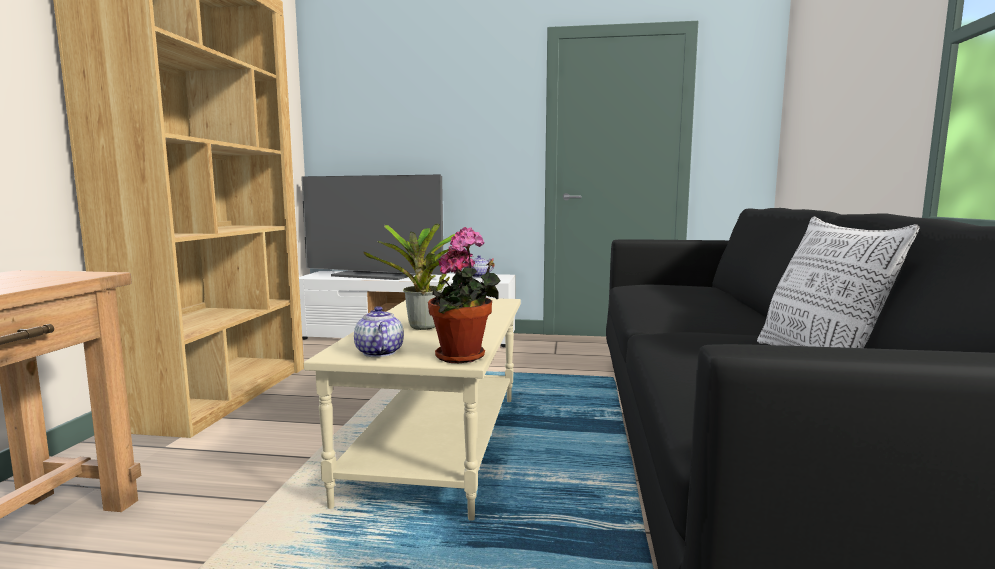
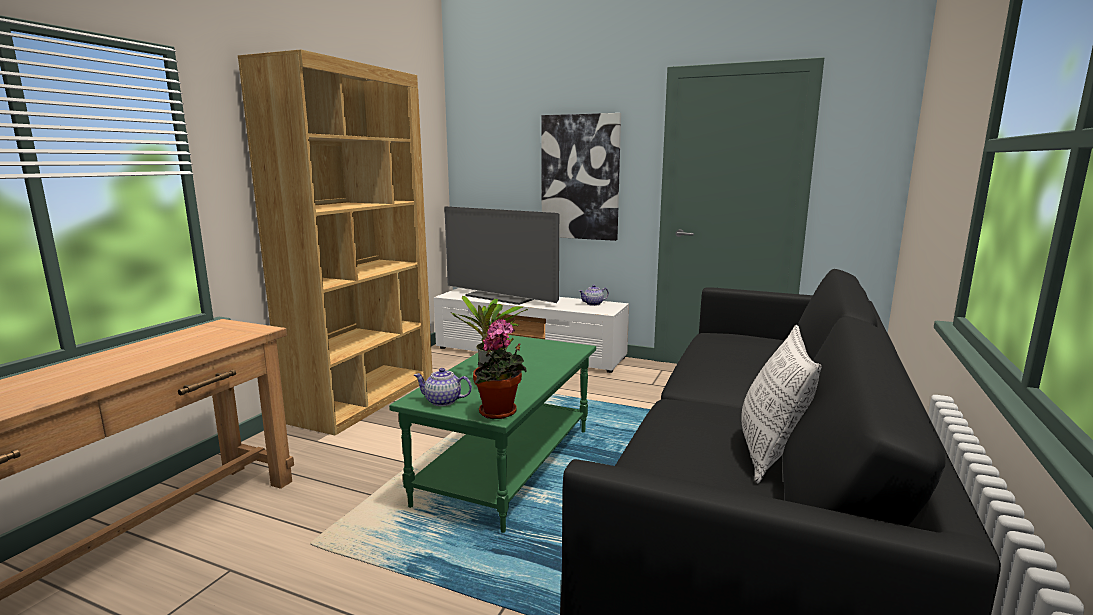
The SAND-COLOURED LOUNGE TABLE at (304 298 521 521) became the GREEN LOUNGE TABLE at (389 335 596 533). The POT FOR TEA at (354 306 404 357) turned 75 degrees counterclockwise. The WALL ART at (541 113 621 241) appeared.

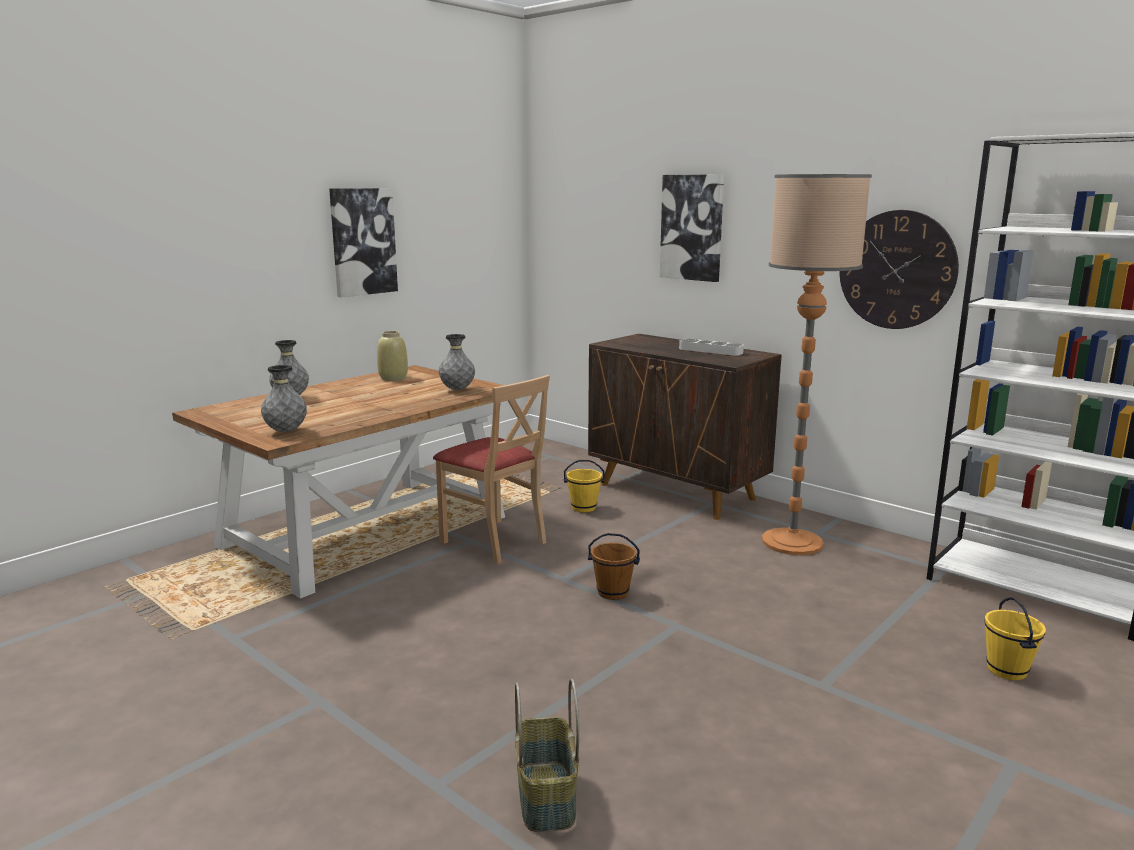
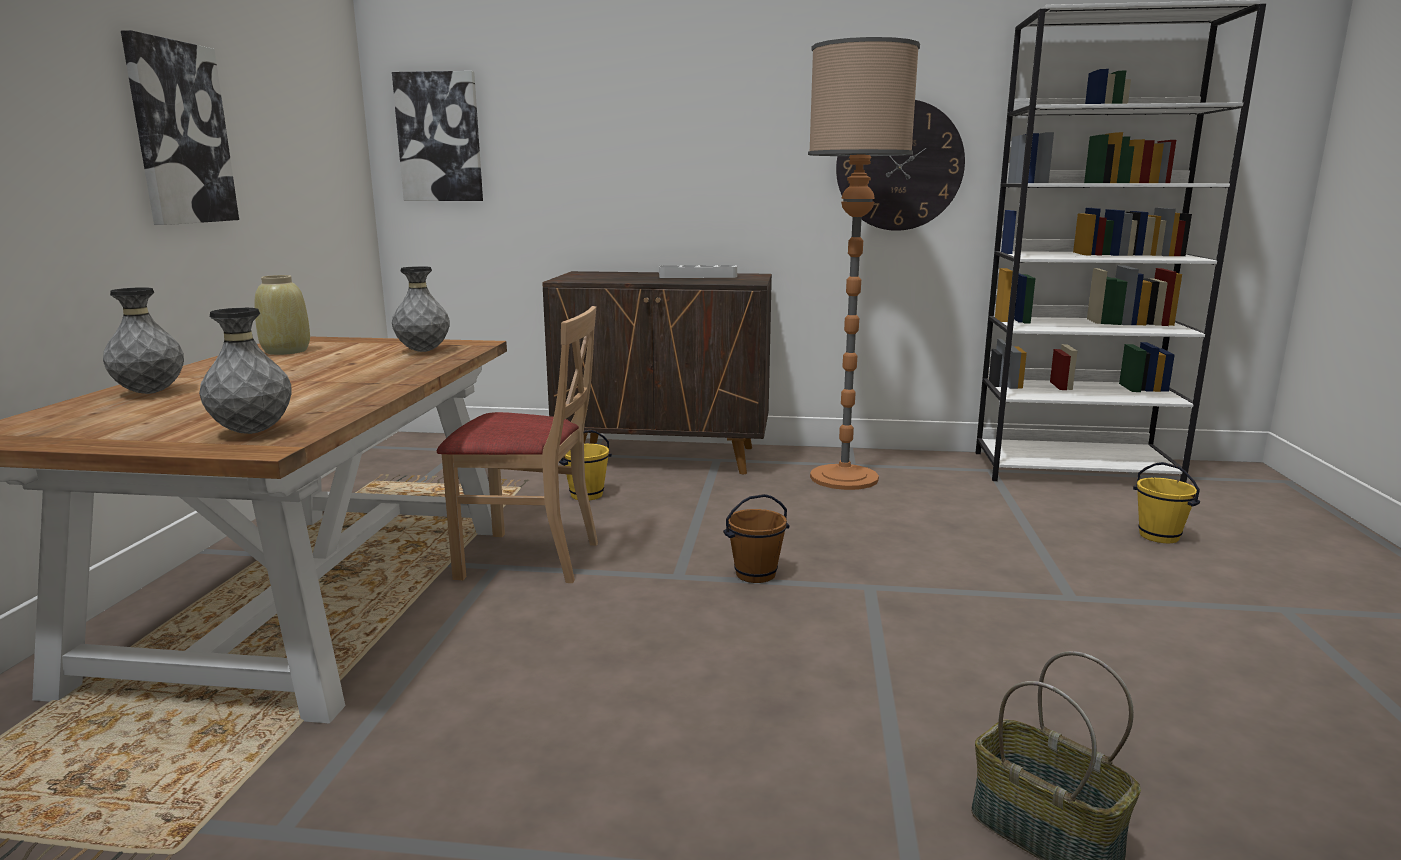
The WALL ART moved from (660 174 724 282) to (392 71 483 201).

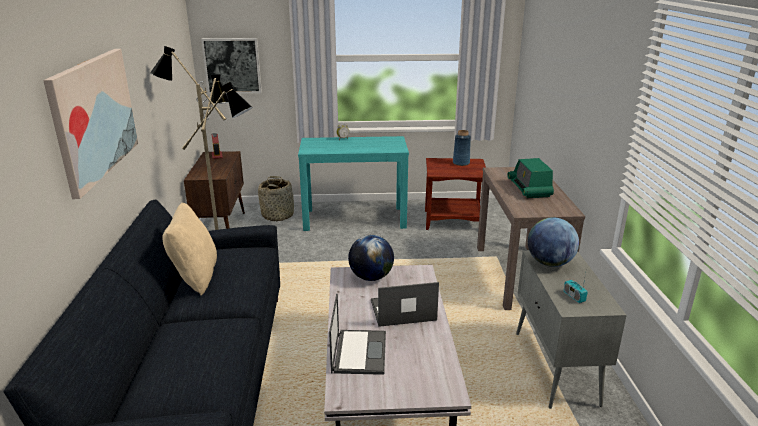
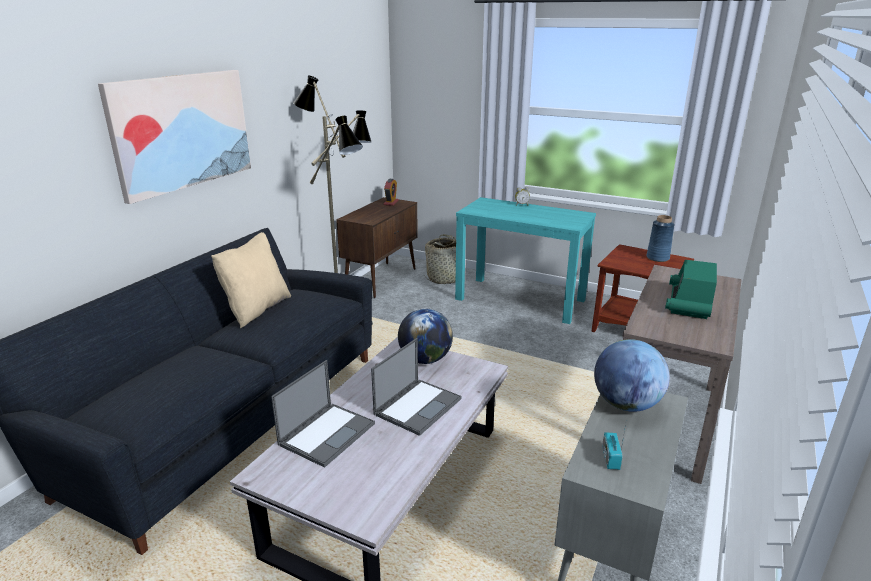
The WALL ART at (201 38 262 94) disappeared. The NOTEBOOK COMPUTER at (371 282 439 327) turned 105 degrees clockwise.

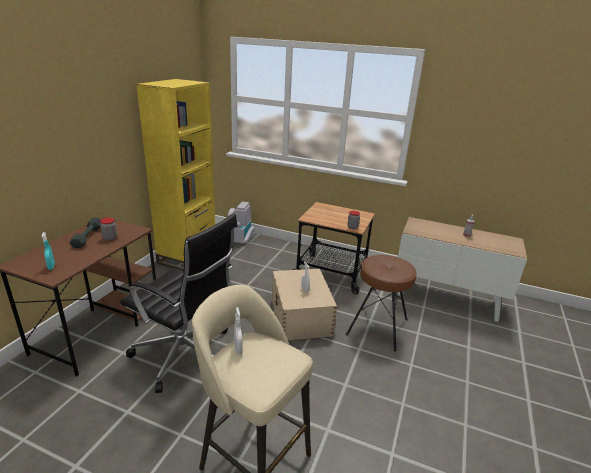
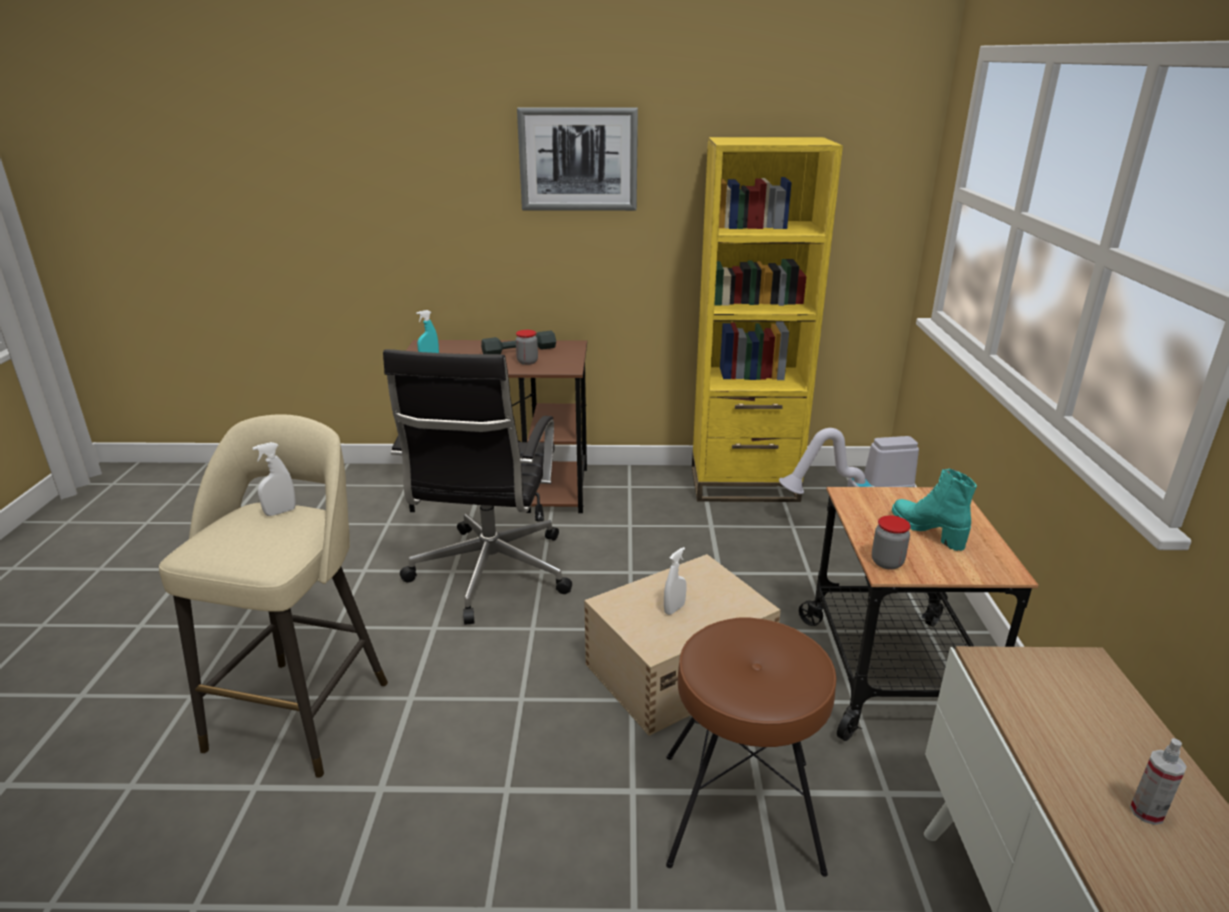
The WALL ART at (517 107 638 211) appeared. The TURQUOISE TALL BOOT at (892 469 977 551) appeared.

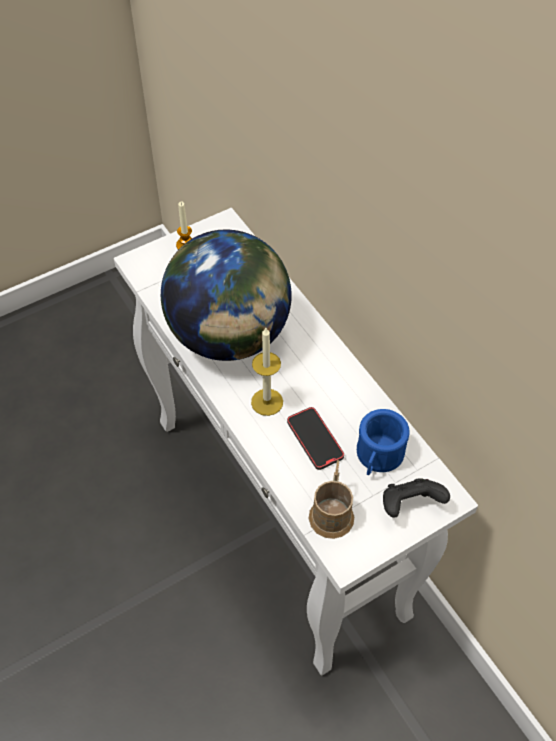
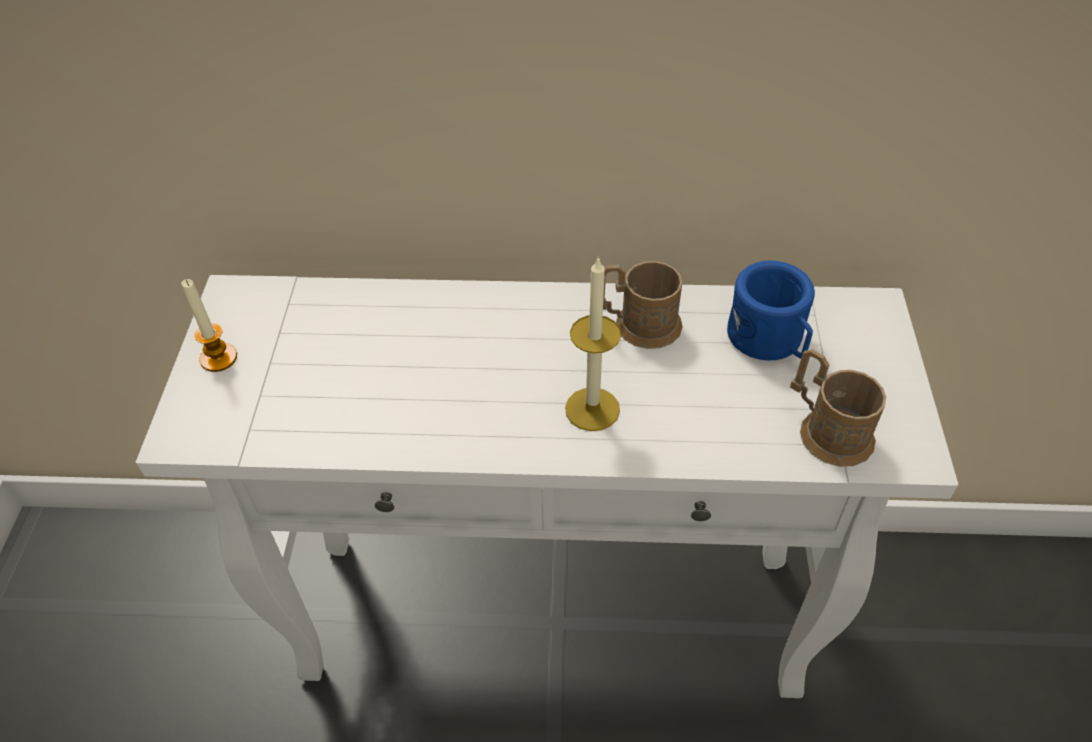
The GLOBE at (161 230 292 361) disappeared. The PHONE at (287 407 344 470) disappeared. The BLACKISH GAMEPAD at (383 478 450 517) disappeared. The BROWN-COLOURED TEA MUG at (603 261 683 349) appeared.

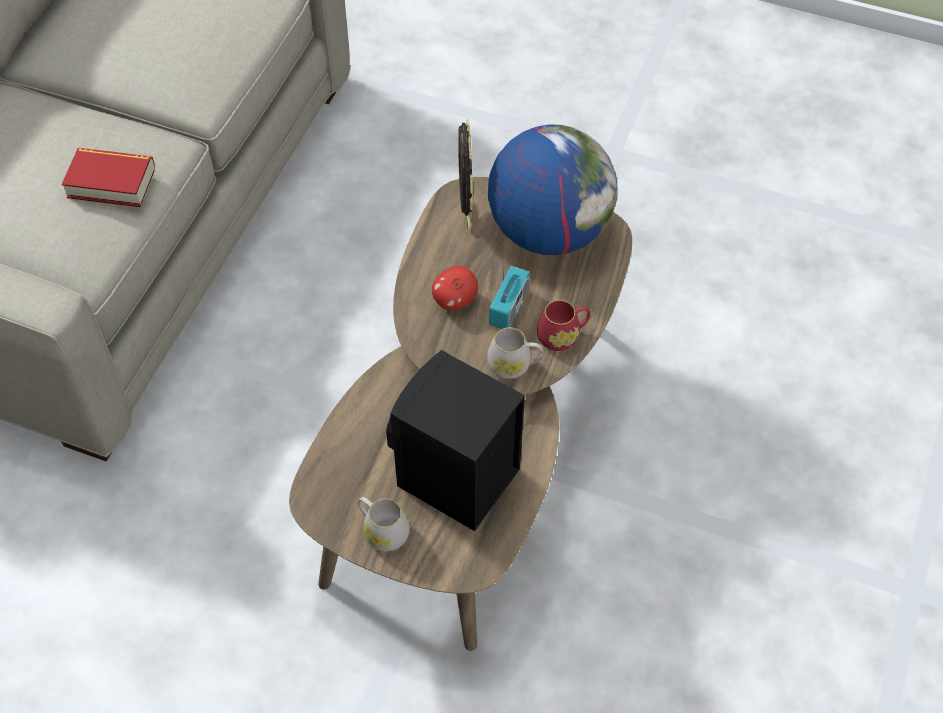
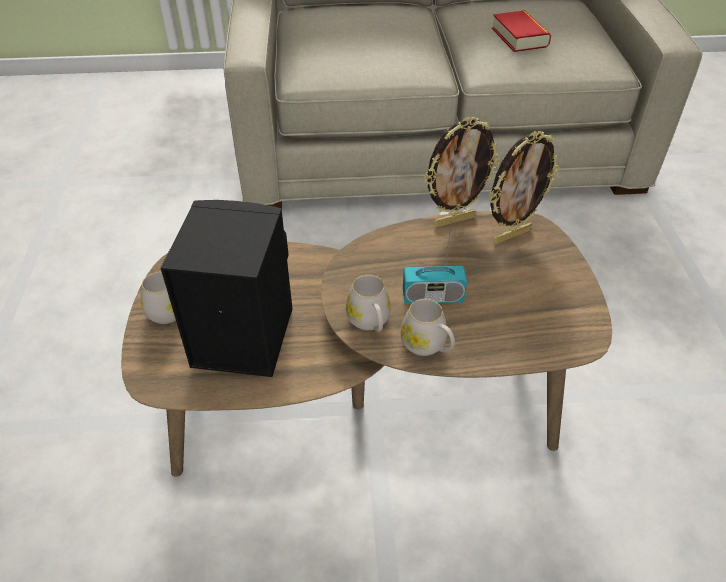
The VOLUME moved from (62 148 155 207) to (492 10 551 52). The APPLE at (432 266 478 310) disappeared. The GLOBE at (488 124 617 255) disappeared. The RED-COLOURED TEA MUG at (537 300 590 351) became the WHITISH TEA MUG at (401 299 455 356). The STANDING FRAME at (424 117 500 227) appeared.

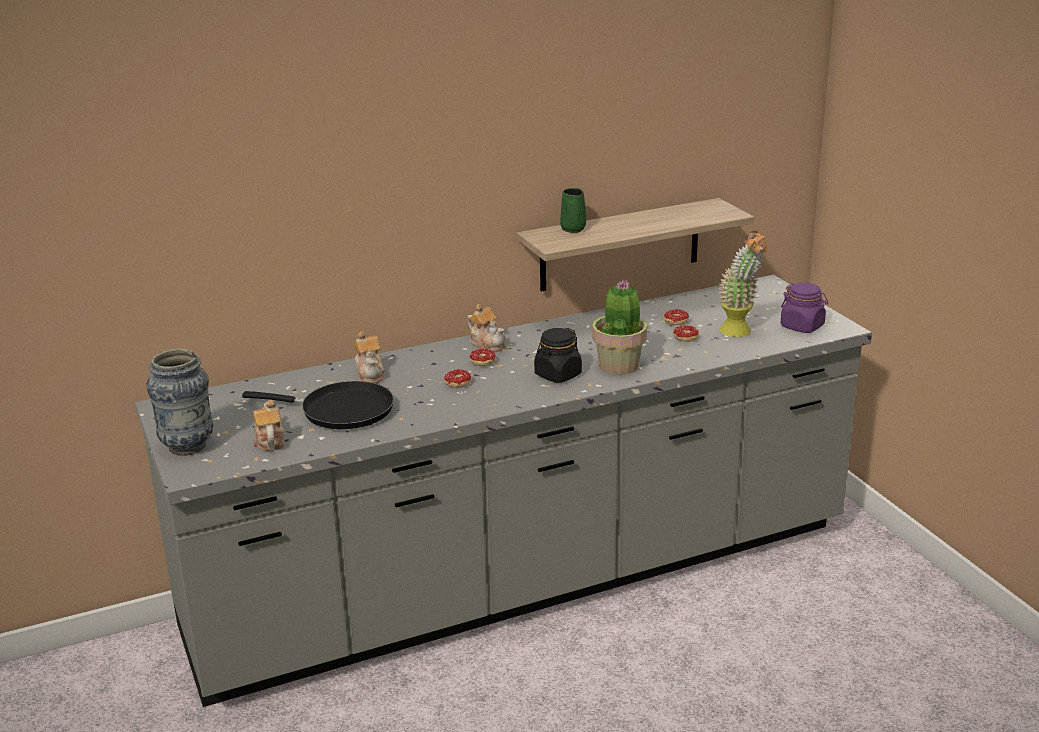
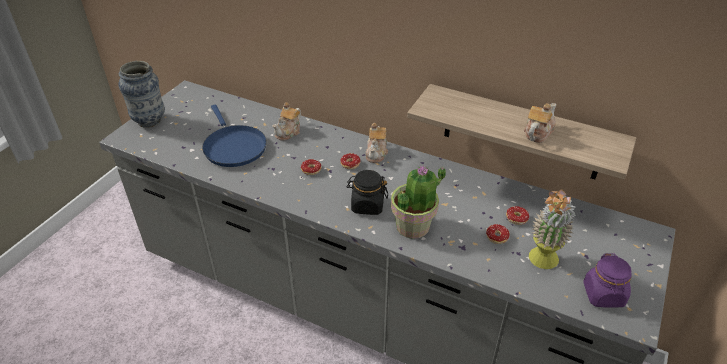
The BLACKISH PAN at (242 381 394 429) became the BLUISH PAN at (202 104 267 167). The POT FOR TEA moved from (253 400 285 451) to (524 103 556 143). The GREEN TEA MUG at (560 188 586 233) disappeared.

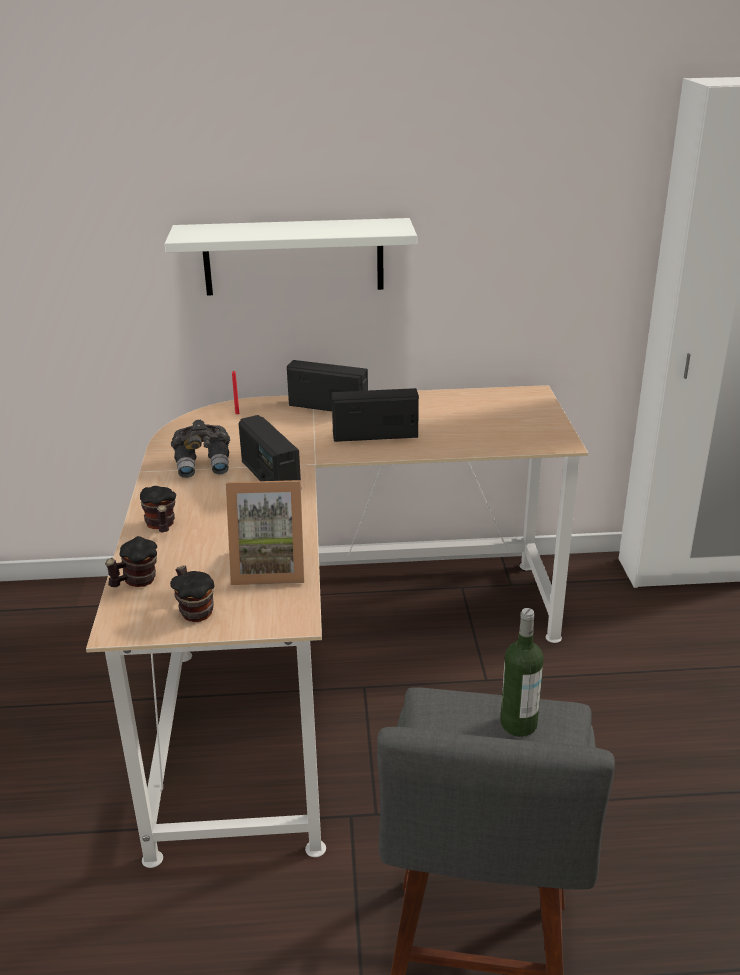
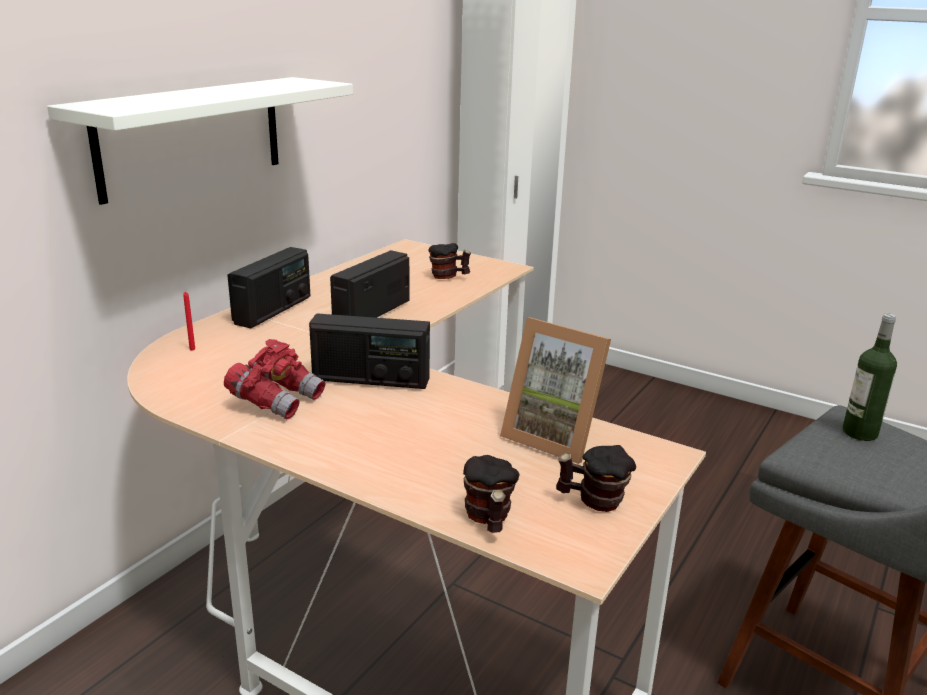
The TEA MUG moved from (140 486 176 532) to (428 243 471 279). The GREYISH FIELD GLASSES at (171 420 230 478) became the RED-COLOURED FIELD GLASSES at (224 339 325 420). The STANDING FRAME at (226 480 304 585) turned 90 degrees clockwise. The RADIO SET at (287 360 368 411) turned 150 degrees clockwise.

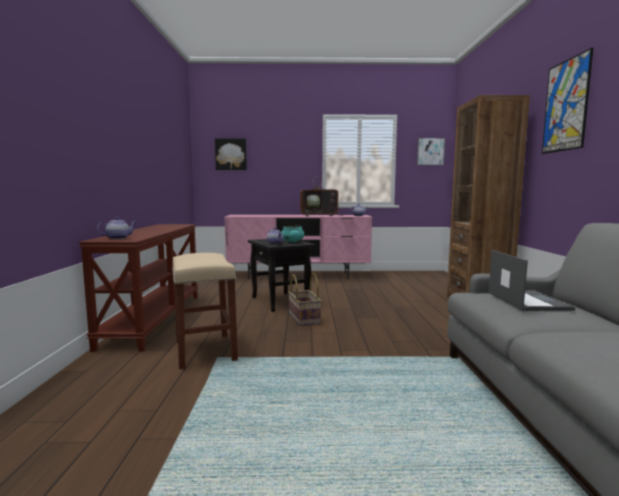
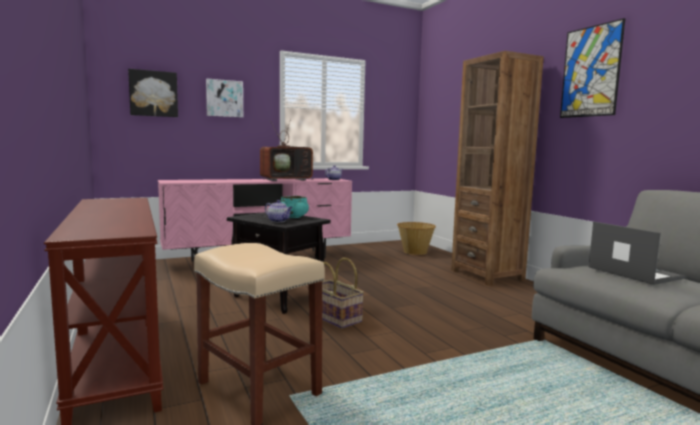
The POT FOR TEA at (97 217 136 239) disappeared. The WALL ART moved from (417 138 445 165) to (206 78 243 118). The HOUSEHOLD BASKET at (397 222 436 255) appeared.

